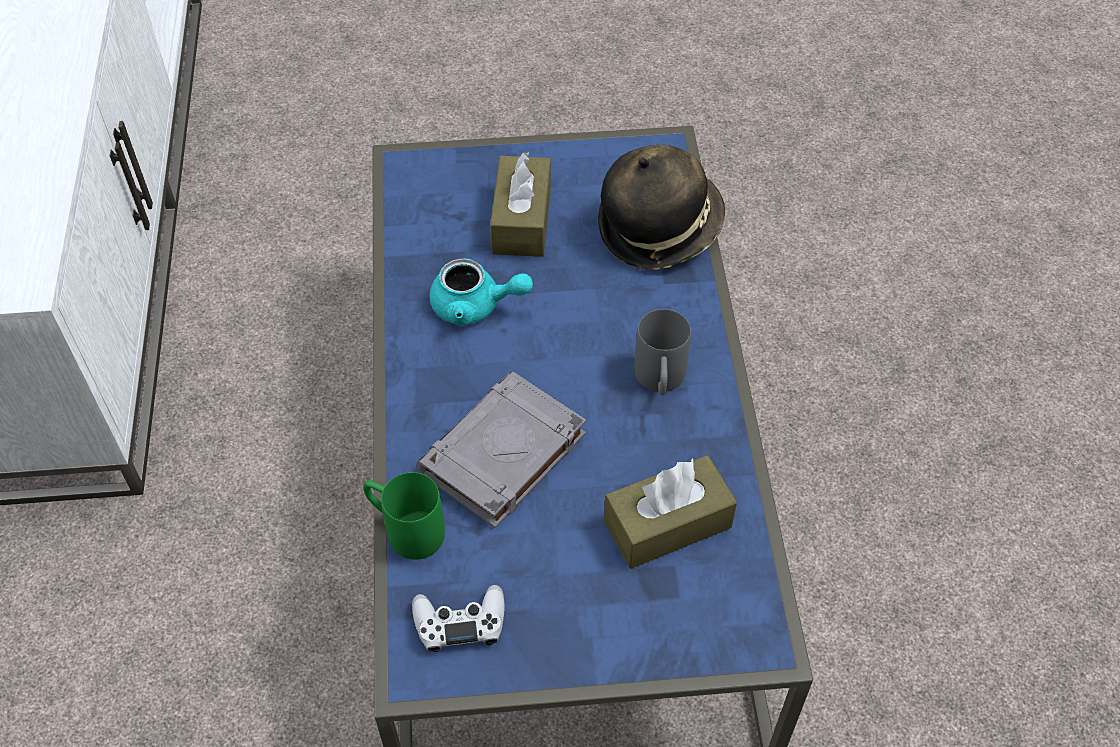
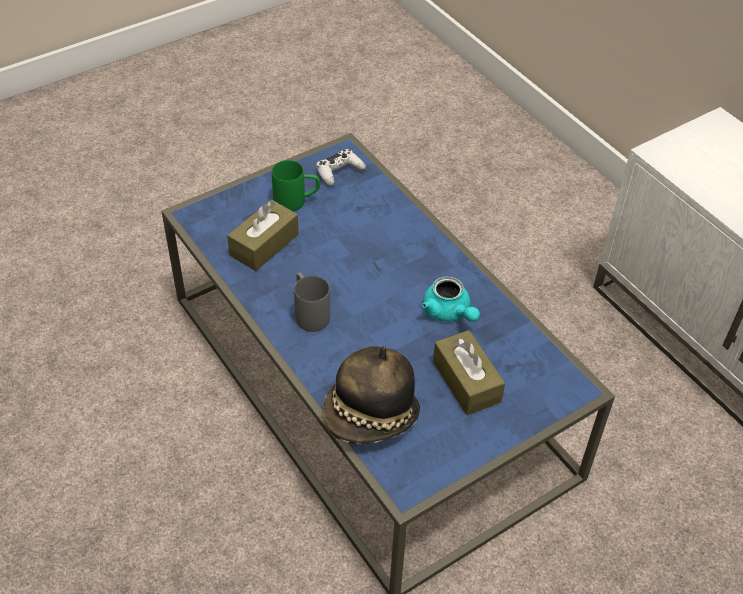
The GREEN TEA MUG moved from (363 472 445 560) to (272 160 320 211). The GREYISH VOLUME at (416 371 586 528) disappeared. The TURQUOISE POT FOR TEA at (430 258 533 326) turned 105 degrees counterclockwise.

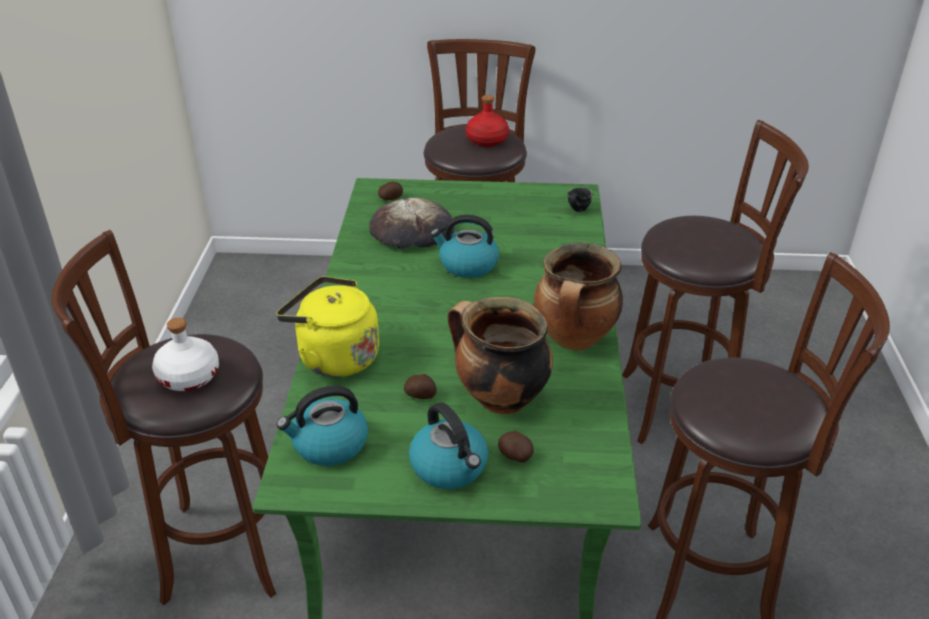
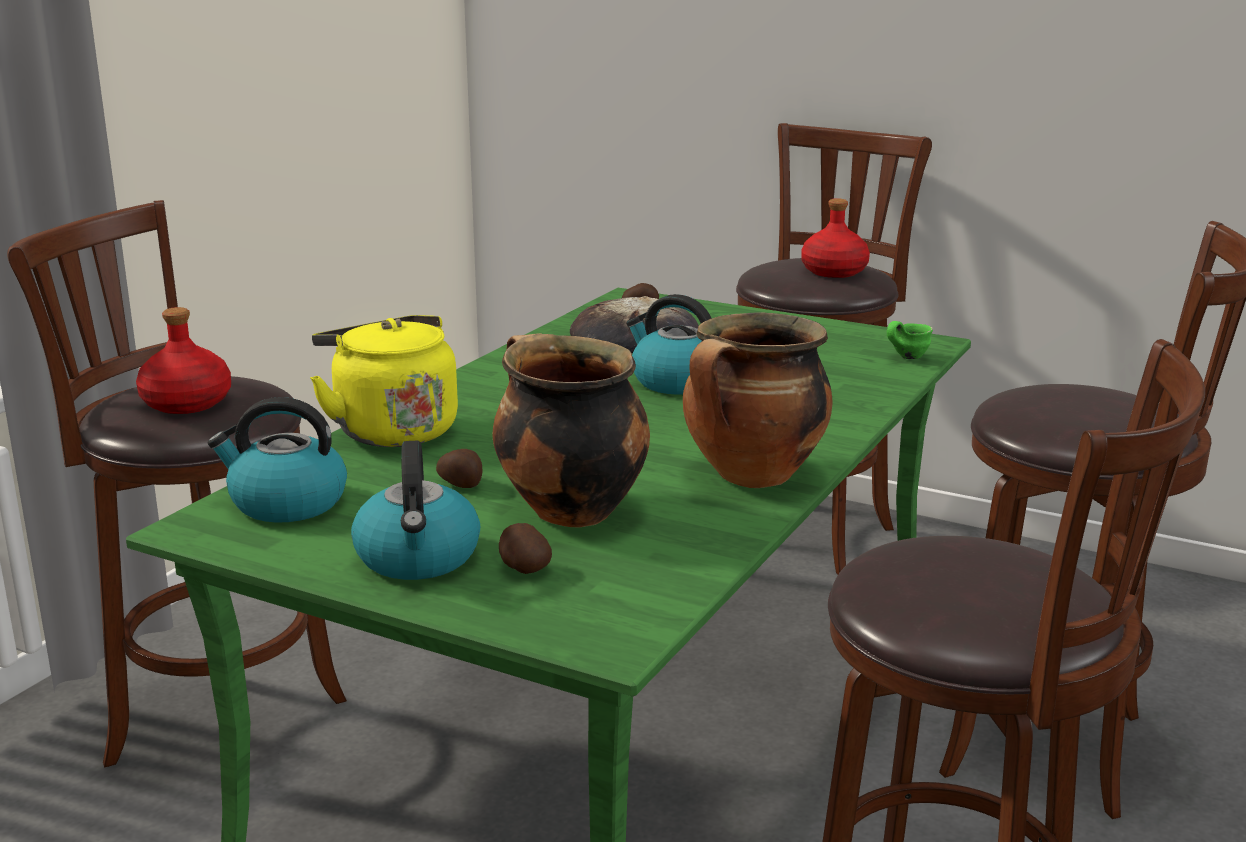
The WHITISH BOTTLE at (152 318 219 391) became the RED-COLOURED BOTTLE at (136 307 231 414). The BLACKISH TEA MUG at (567 188 592 212) became the GREEN TEA MUG at (887 321 933 359).

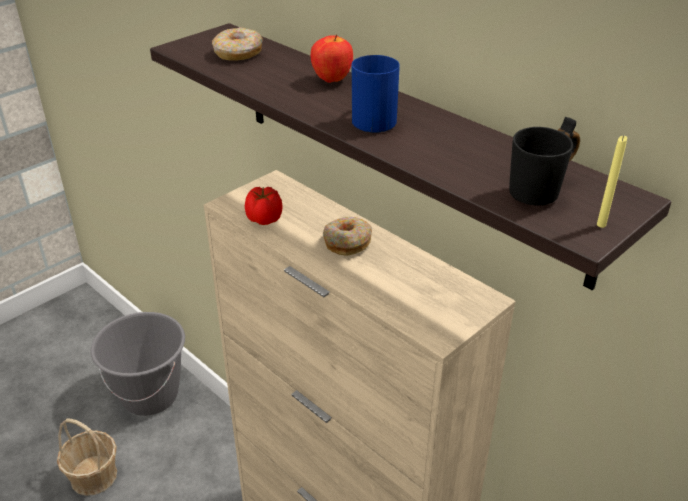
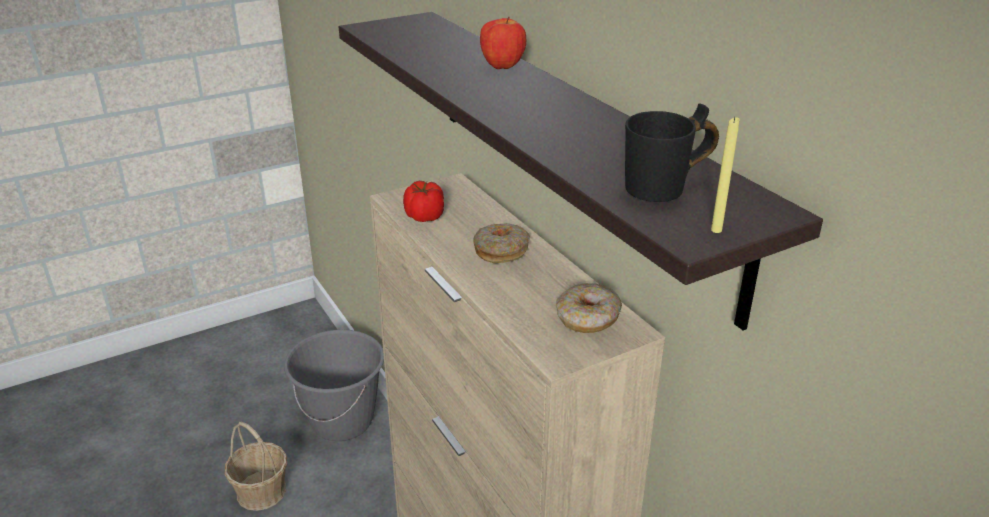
The RING DOUGHNUT moved from (212 27 263 61) to (556 283 622 333). The BLUISH TEA MUG at (352 55 400 132) disappeared.

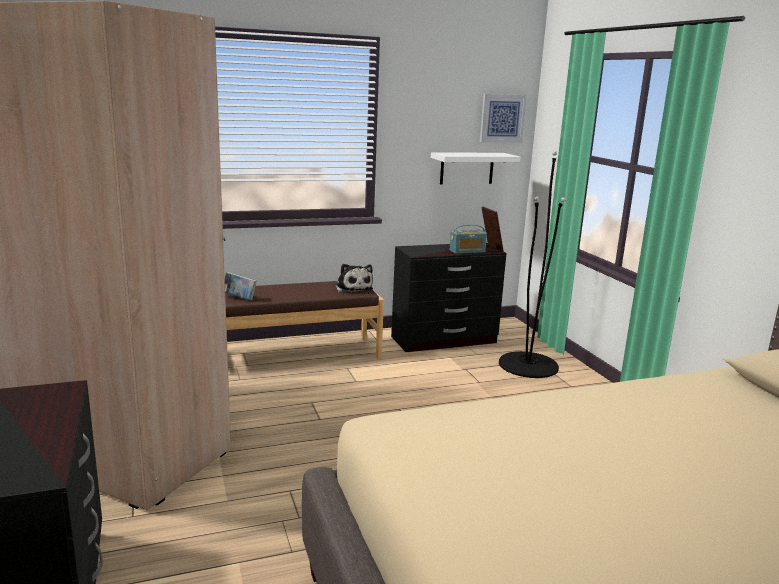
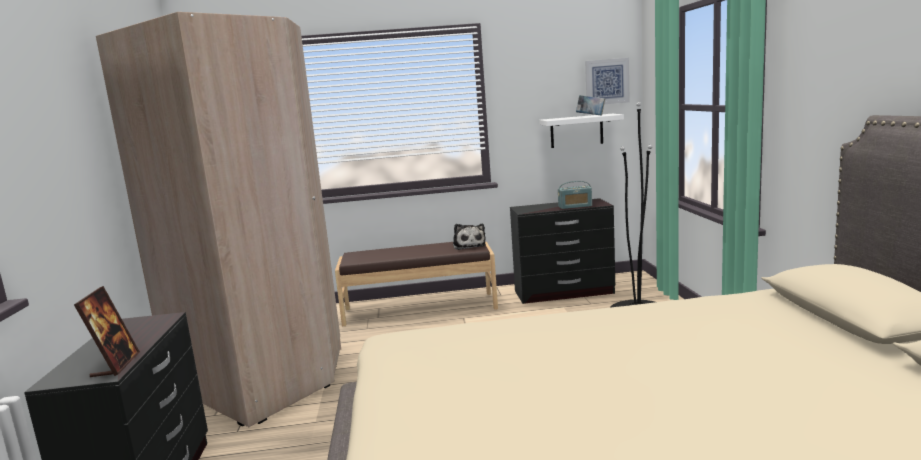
The VOLUME moved from (225 272 257 300) to (576 95 605 116). The STANDING FRAME moved from (481 207 503 252) to (74 286 140 377).

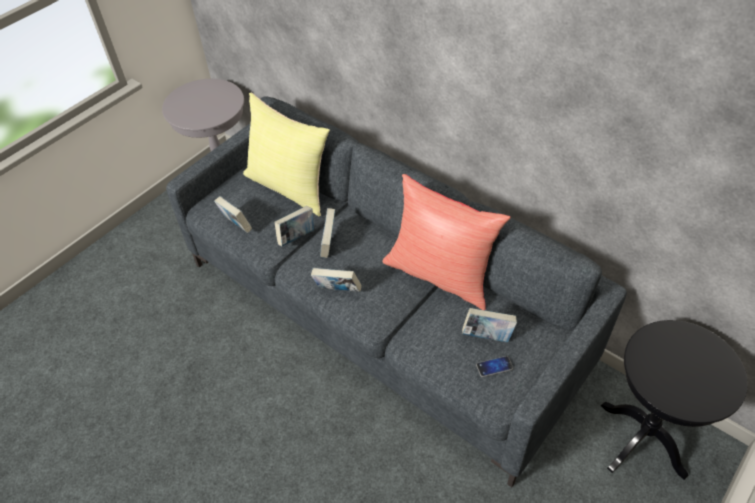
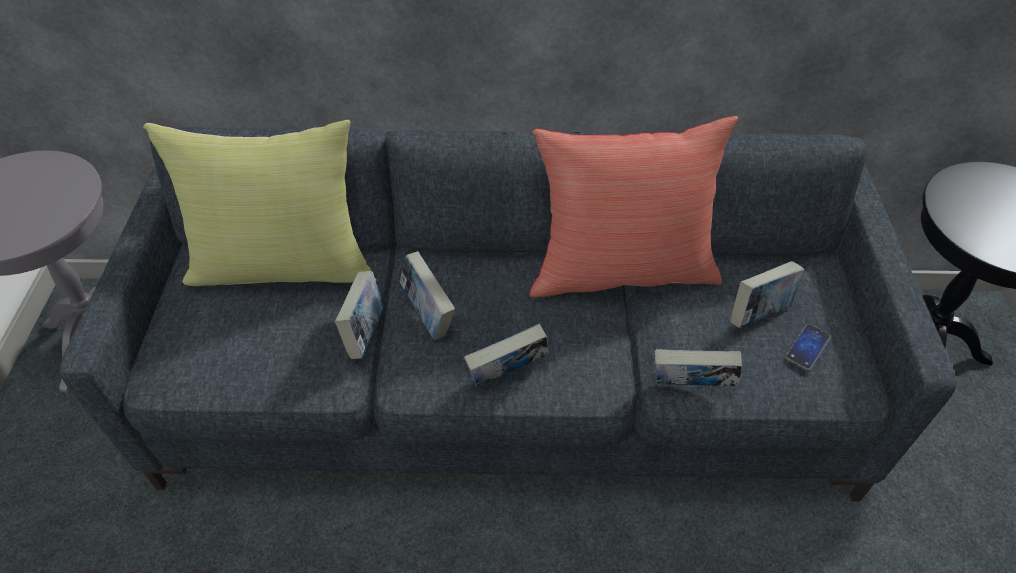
The VOLUME moved from (214 196 252 233) to (655 349 742 386).

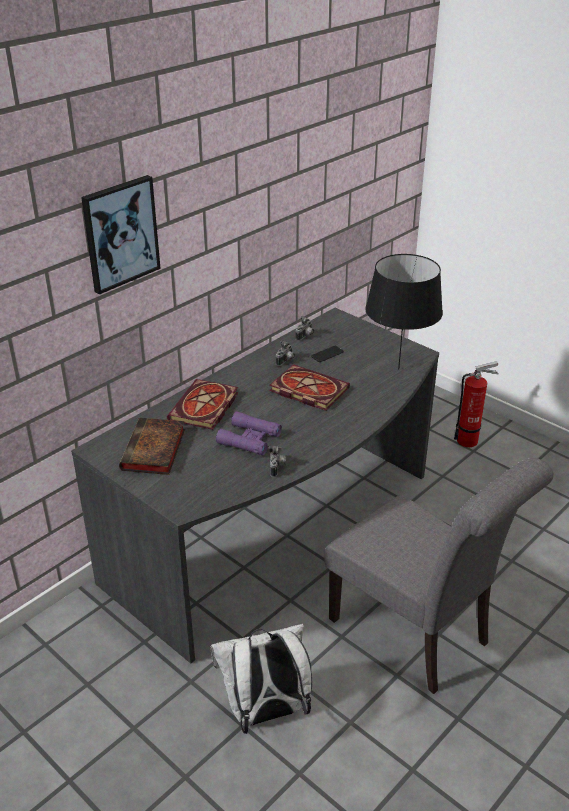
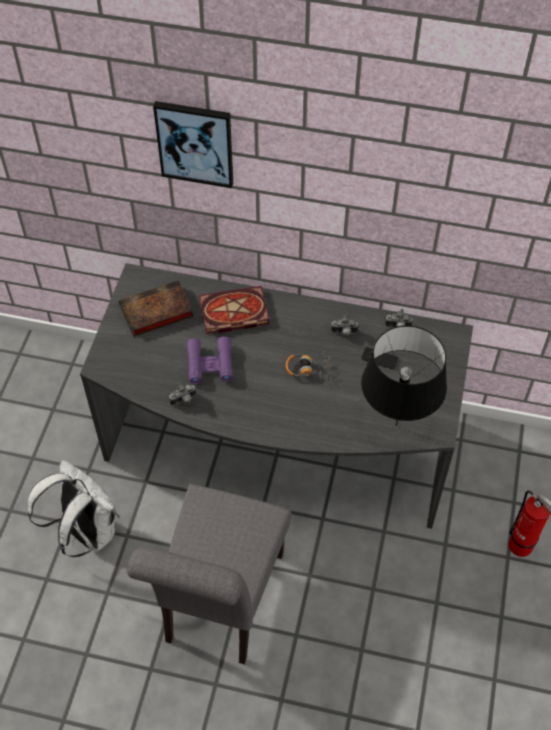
The VOLUME at (269 364 350 411) was replaced by the HEADSET at (286 351 332 384).

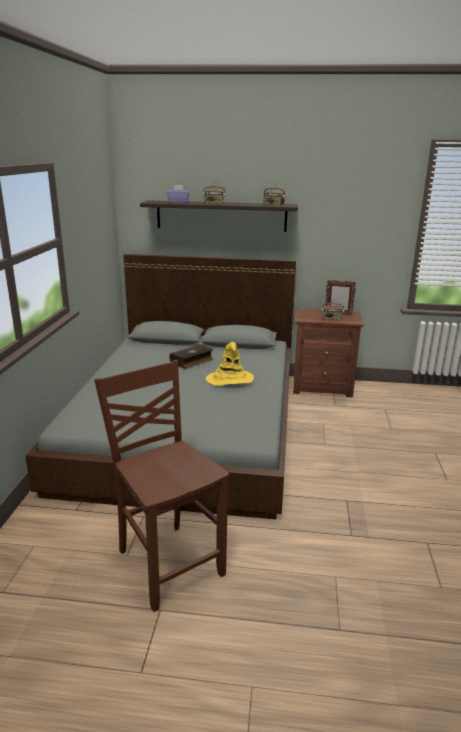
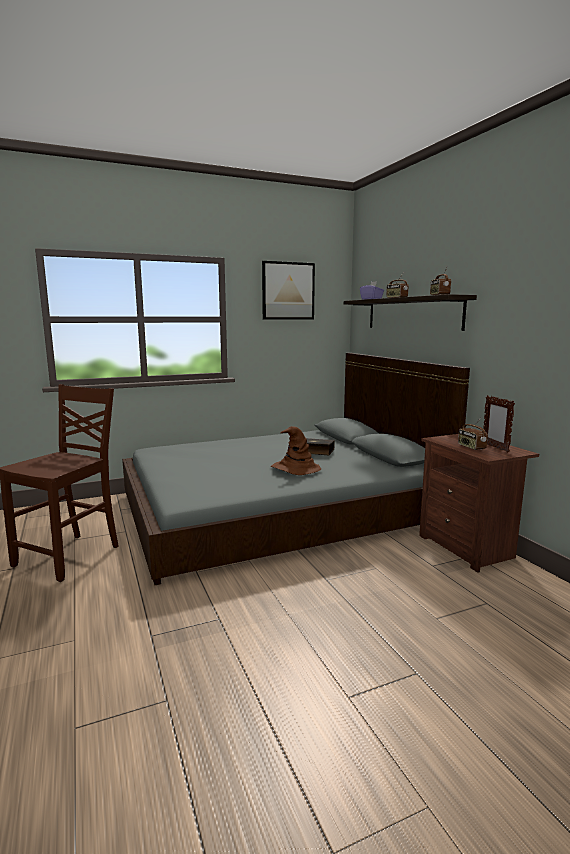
The YELLOW WEARABLE HAT at (206 342 254 386) became the BROWN-COLOURED WEARABLE HAT at (271 426 321 475). The WALL ART at (262 261 315 320) appeared.

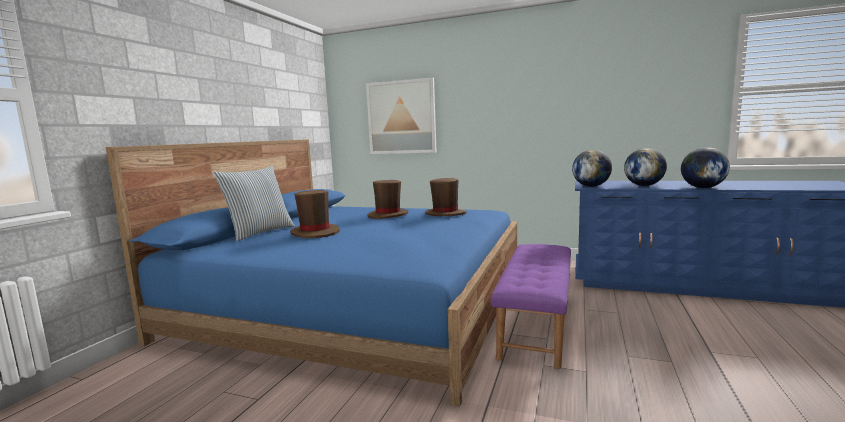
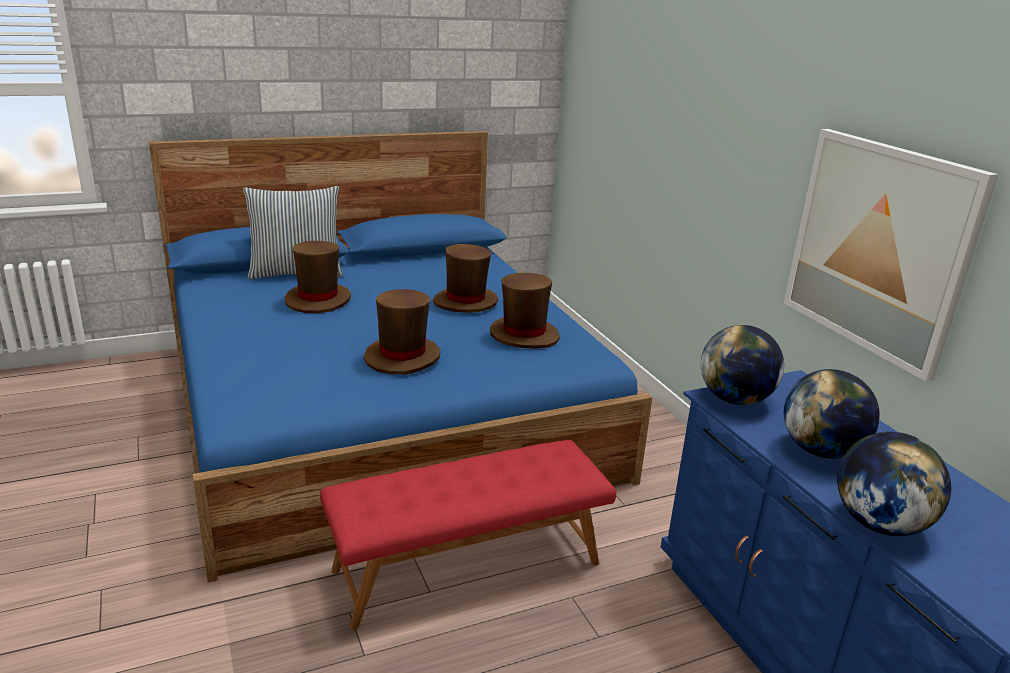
The WALL ART moved from (366 77 437 154) to (784 129 999 381). The PURPLE-COLOURED INDOOR BENCH at (490 244 571 369) became the RED-COLOURED INDOOR BENCH at (320 440 616 630). The BROWN-COLOURED WEARABLE HAT at (364 289 440 375) appeared.

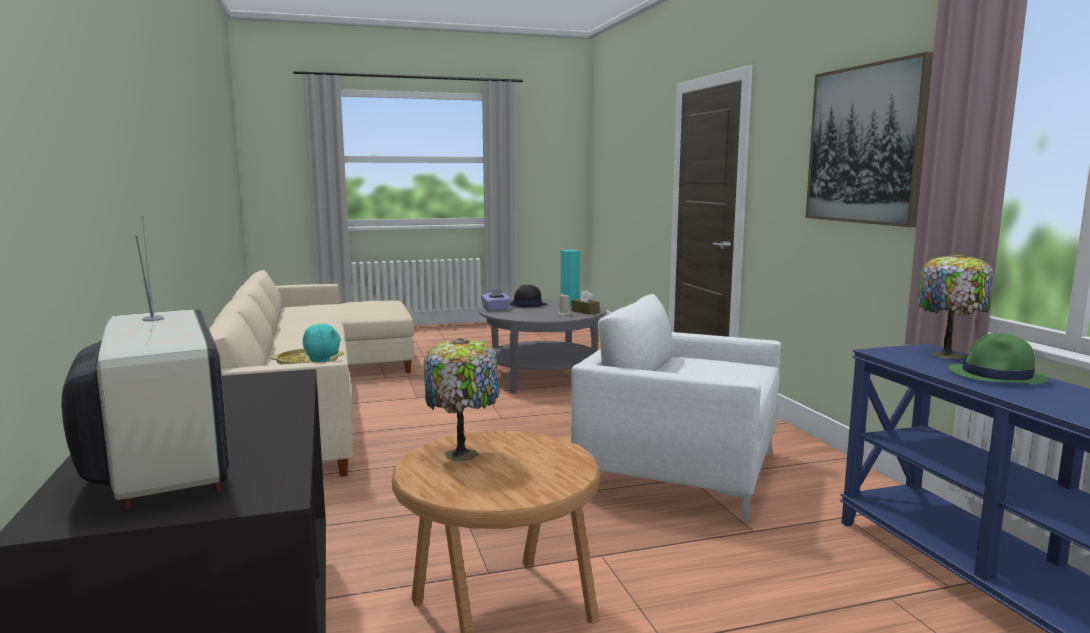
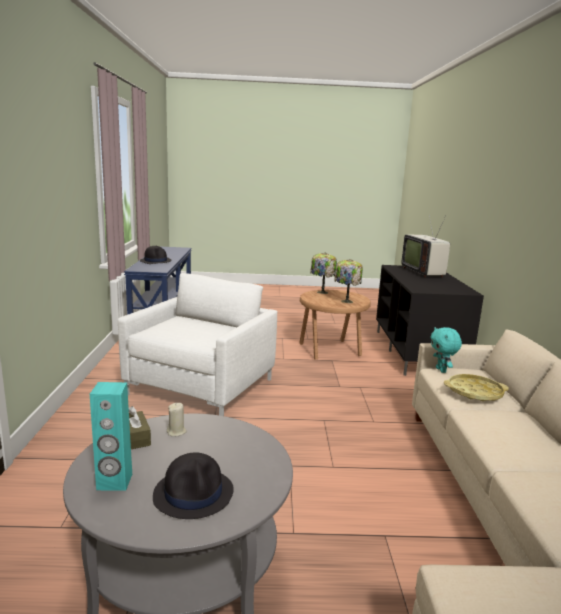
The PURPLE-COLOURED TISSUE HOLDER at (481 289 511 311) disappeared. The WHITISH EASY CHAIR at (571 294 782 522) turned 105 degrees counterclockwise. The WALL ART at (805 52 933 227) disappeared. The TABLETOP LAMP moved from (918 253 993 359) to (310 253 337 294). The GREEN WEARABLE HAT at (948 333 1049 384) became the BLACKISH WEARABLE HAT at (140 246 172 264).

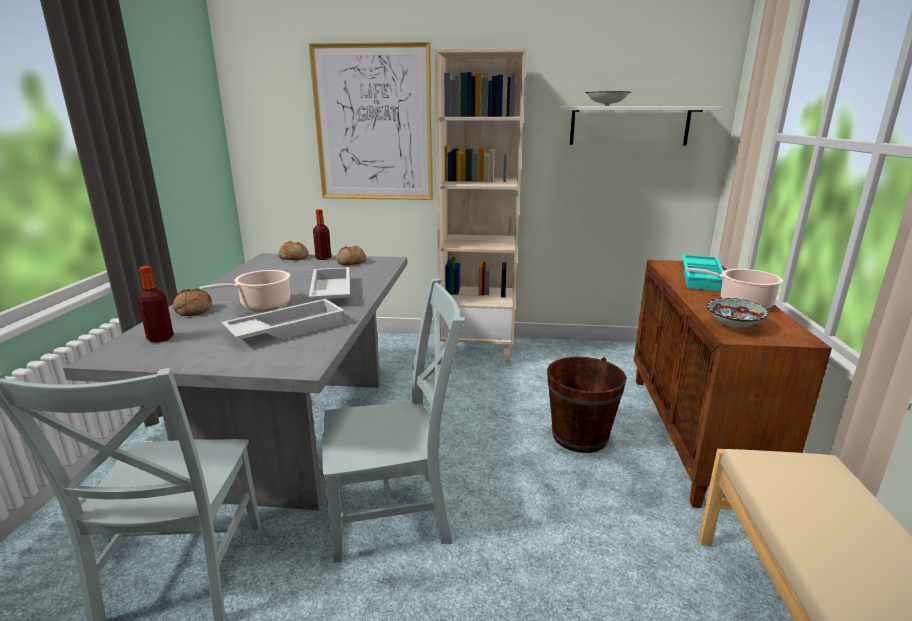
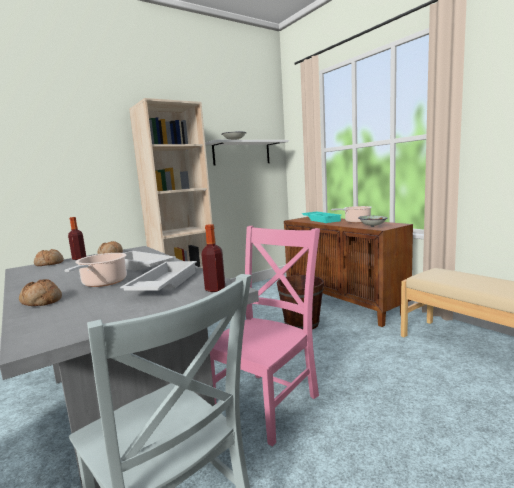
The BOTTLE moved from (138 266 174 343) to (201 224 225 292). The WALL ART at (309 42 433 200) disappeared. The GREYISH CHAIR at (322 278 465 563) became the PINK CHAIR at (210 226 320 446).

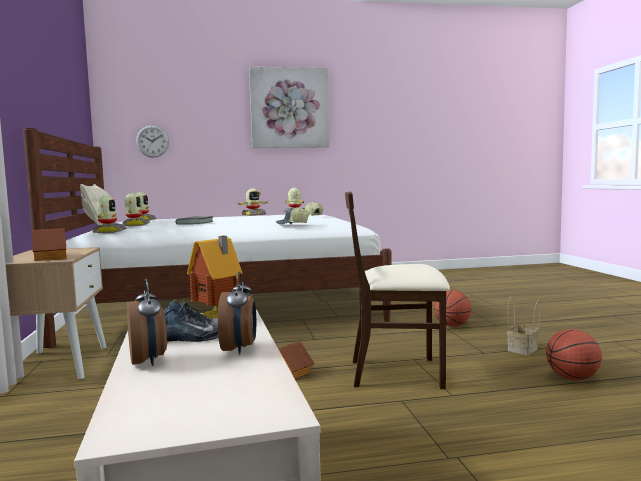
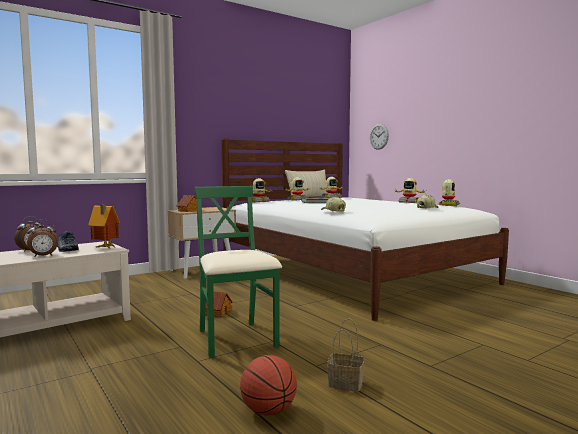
The WALL ART at (249 67 330 148) disappeared. The SAND-COLOURED CHAIR at (345 191 450 389) became the GREEN CHAIR at (194 186 282 358). The BASKETBALL at (434 290 472 327) disappeared.

